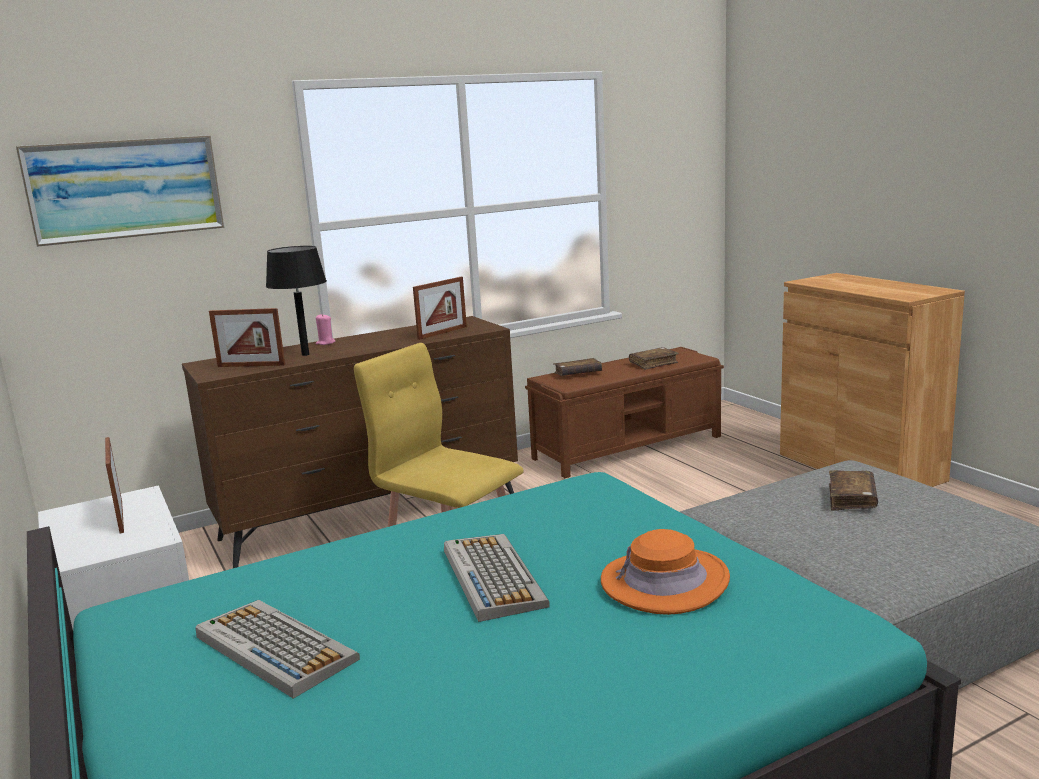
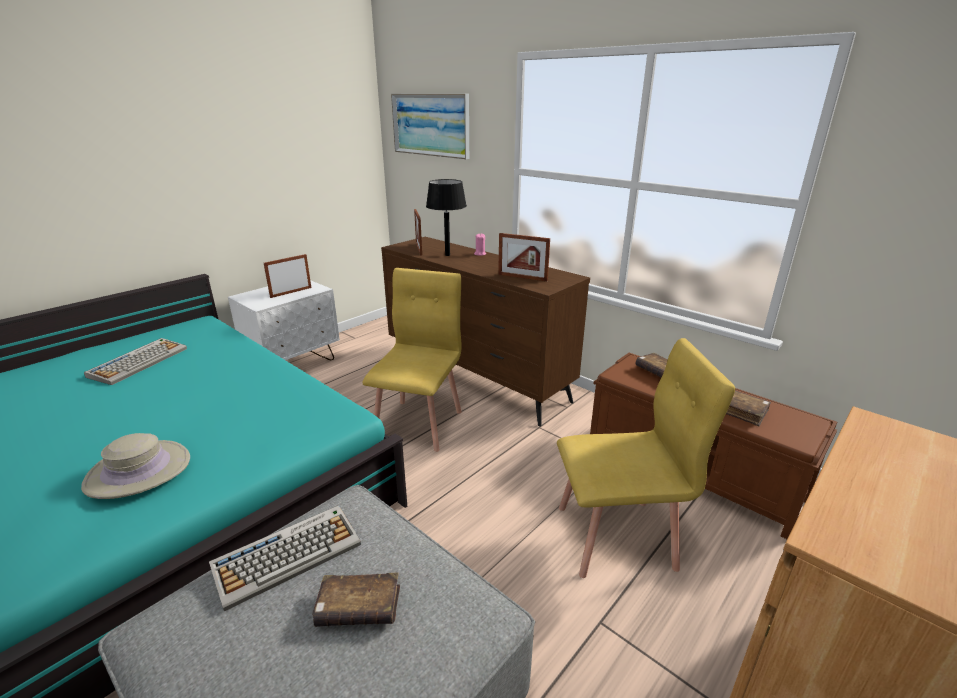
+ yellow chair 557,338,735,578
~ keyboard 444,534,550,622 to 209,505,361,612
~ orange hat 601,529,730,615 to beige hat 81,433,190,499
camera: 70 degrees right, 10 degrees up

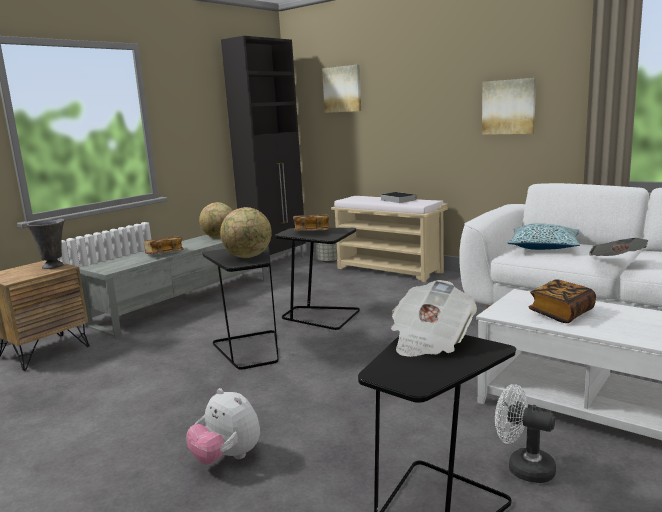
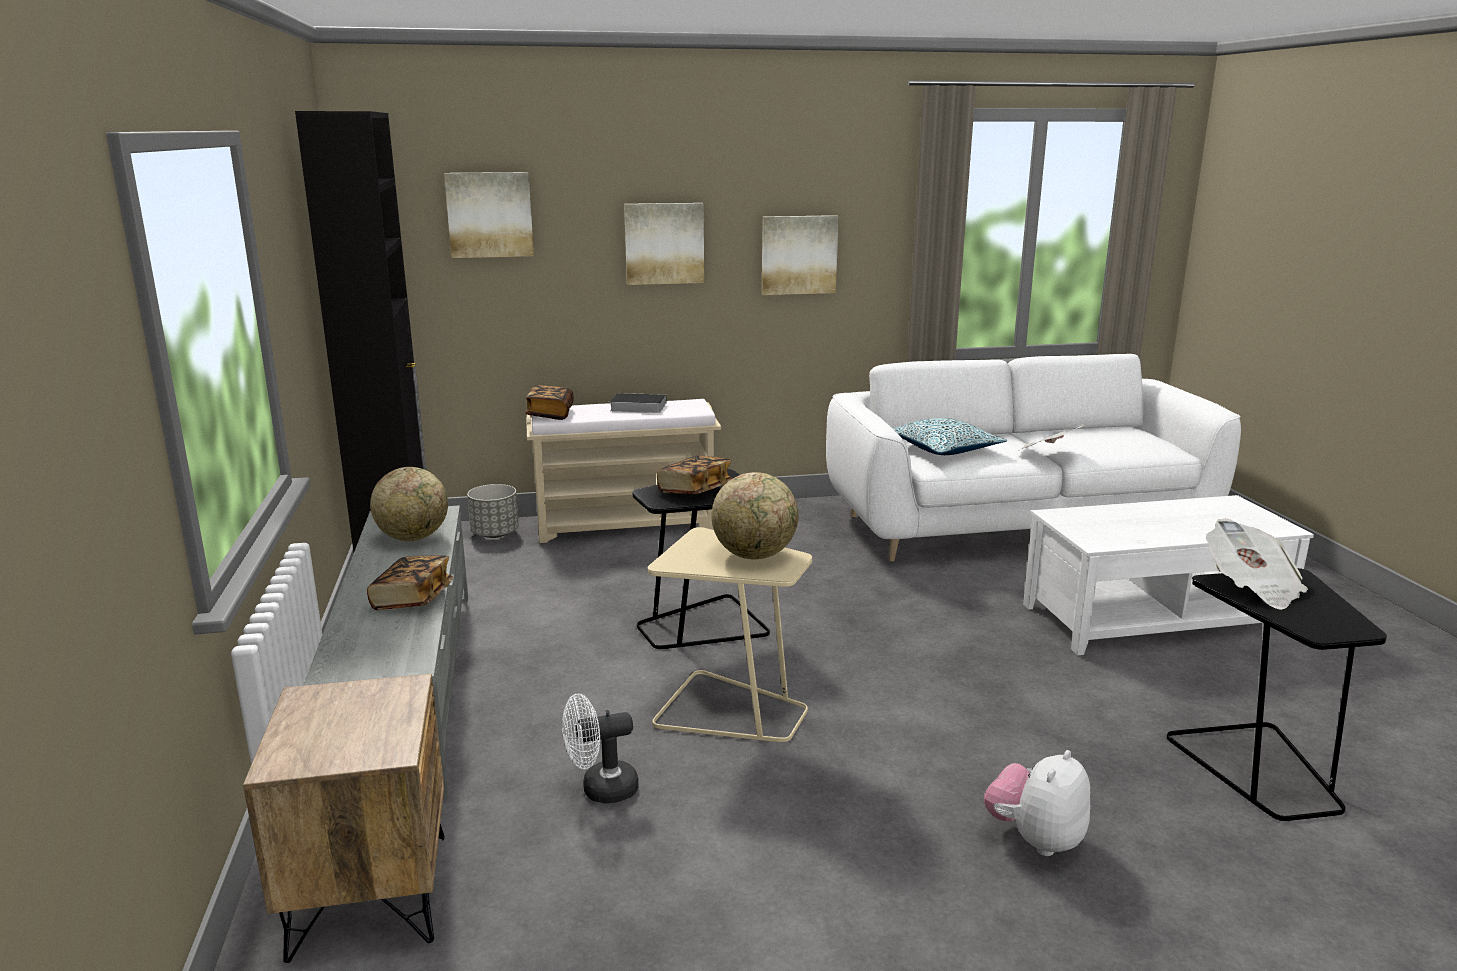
- grey vase 27,219,65,269
+ picture 624,203,704,285
~ white fan 495,384,556,483 to 562,694,639,804
~ book 529,279,596,323 to 526,385,574,420
~ black side table 202,246,279,370 to beige side table 648,527,812,742
~ plush toy 186,388,260,465 = 984,750,1090,856 135 degrees clockwise
camera: 50 degrees left, 5 degrees up

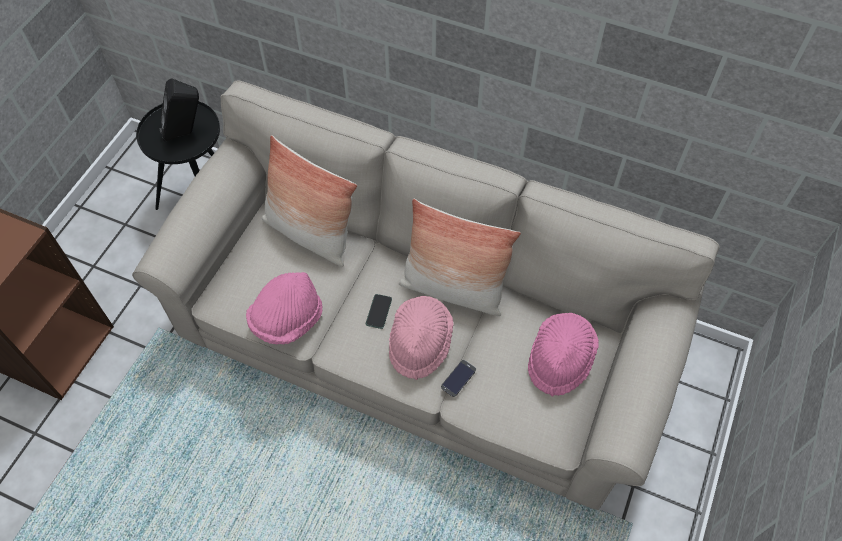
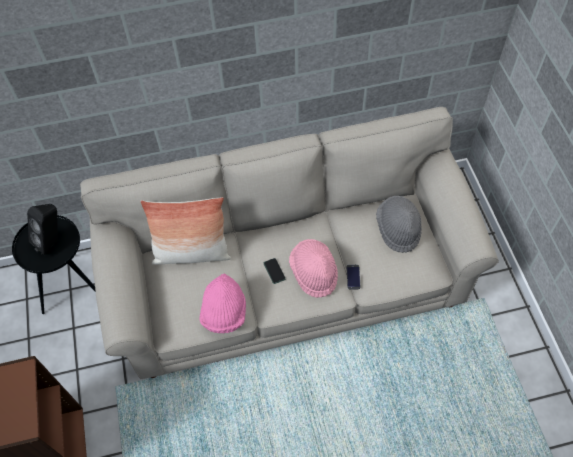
- pillow 399,199,521,316
~ pink hat 528,313,599,396 to grey hat 376,196,422,253
camera: 35 degrees left, 0 degrees up

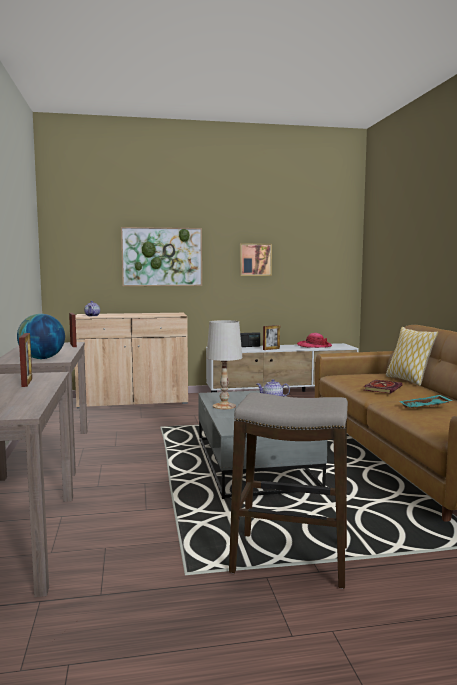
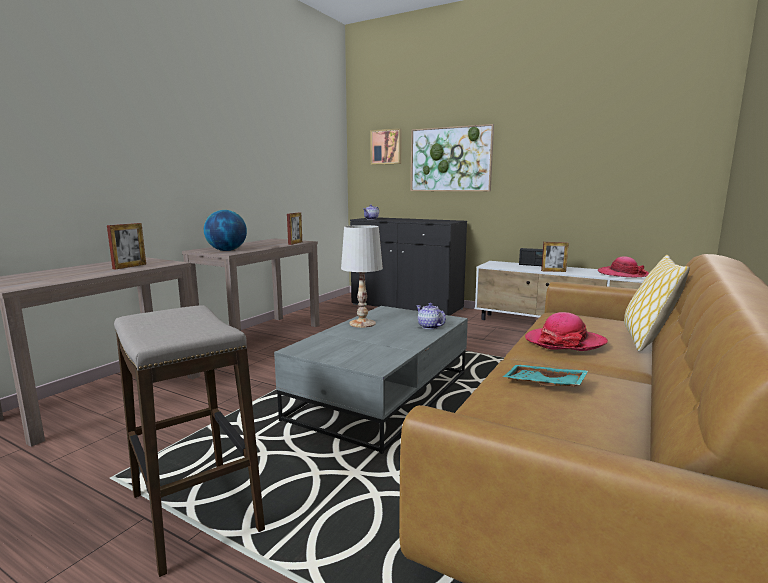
~ picture 240,243,272,276 to 370,128,402,165
~ book 364,380,402,393 to hat 525,312,608,351
~ beige cabinet 75,313,188,409 to black cabinet 350,217,467,316
camera: 40 degrees right, 5 degrees up

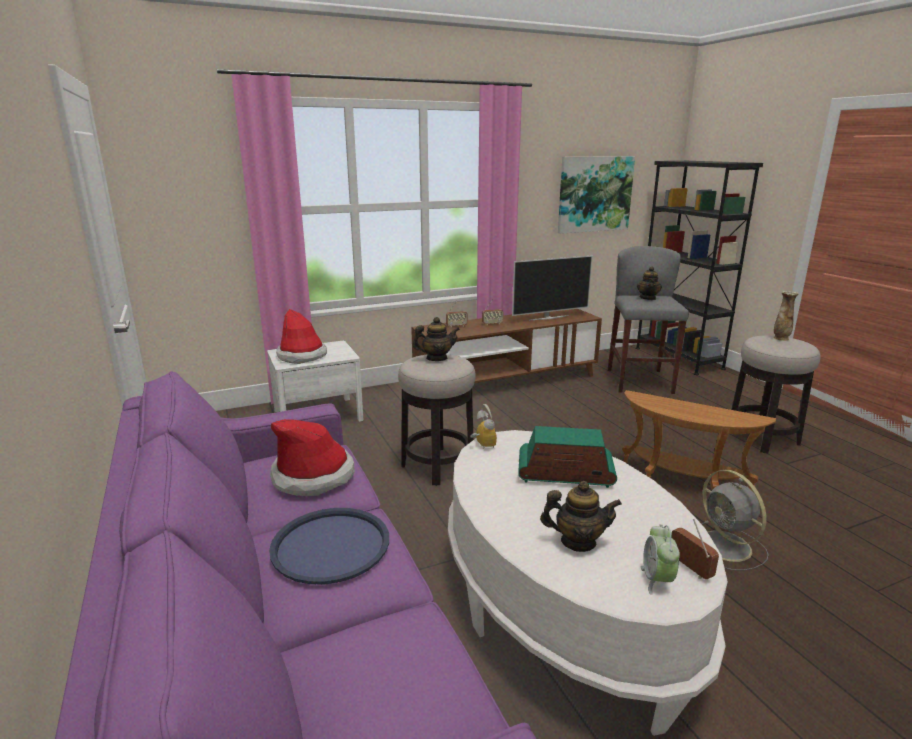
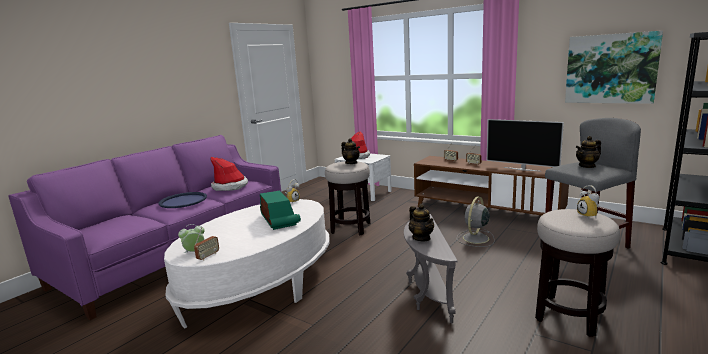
~ teapot 540,481,622,552 to 409,204,434,241
~ grey fan 701,470,769,571 to 456,196,495,247
~ vase 774,291,799,341 to alarm clock 577,185,599,218
~ brown side table 622,390,776,492 to grey side table 404,214,458,323
camera: 60 degrees right, 5 degrees down

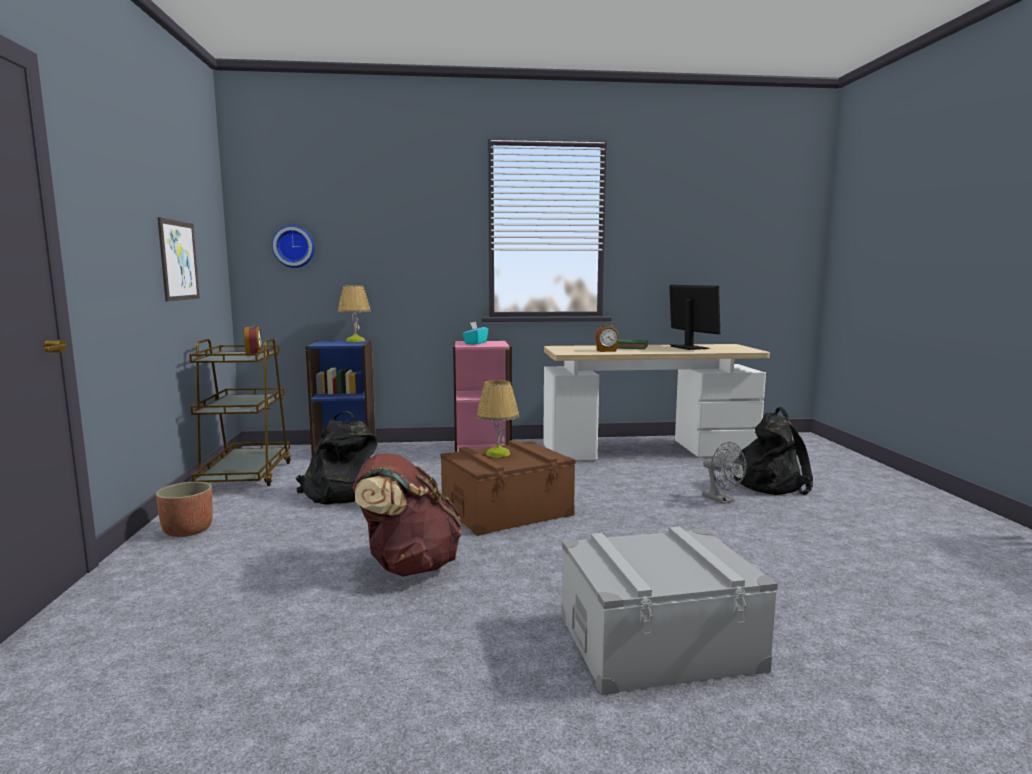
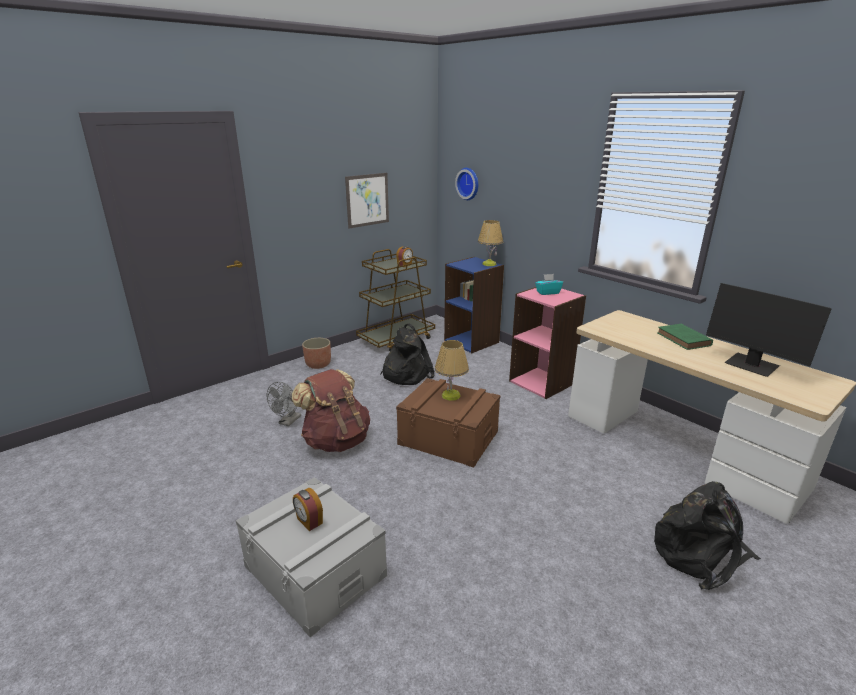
~ alarm clock 595,325,619,352 to 293,488,323,531
~ grey fan 702,442,747,504 to 267,382,301,426
~ monitor 669,284,720,350 = 706,283,832,377 105 degrees clockwise
camera: 55 degrees right, 15 degrees up

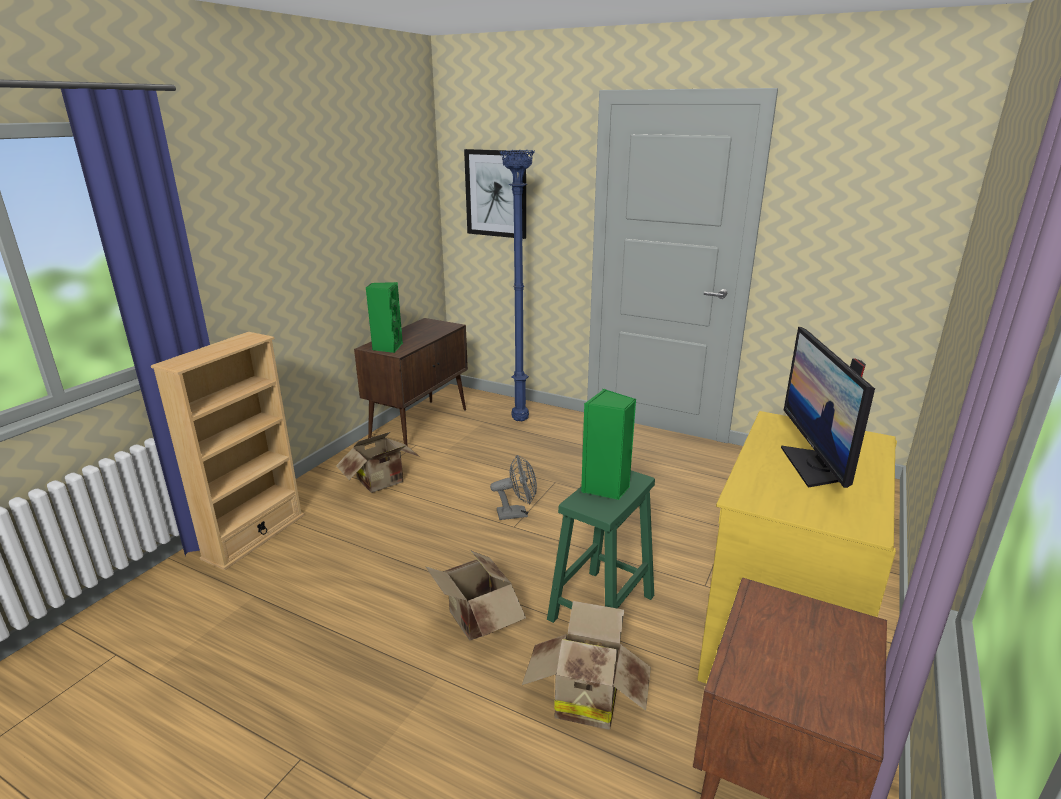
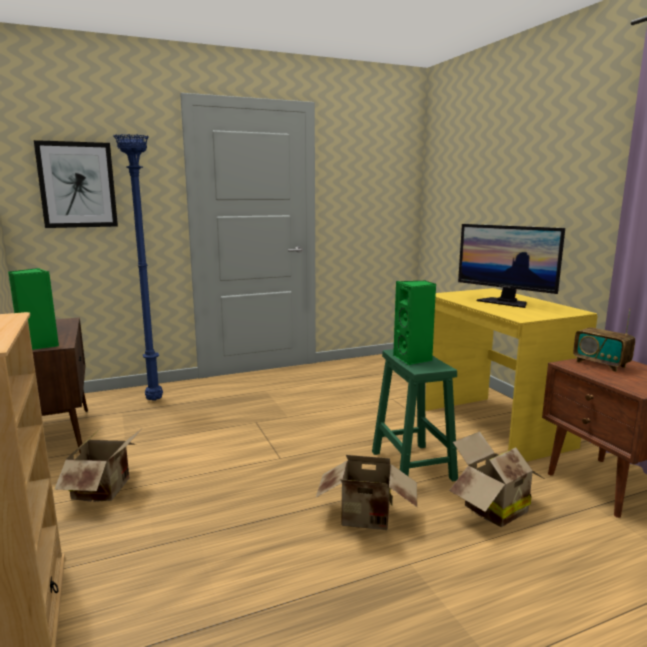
- grey fan 490,455,537,520
+ radio 573,308,635,372
camera: 50 degrees left, 10 degrees down

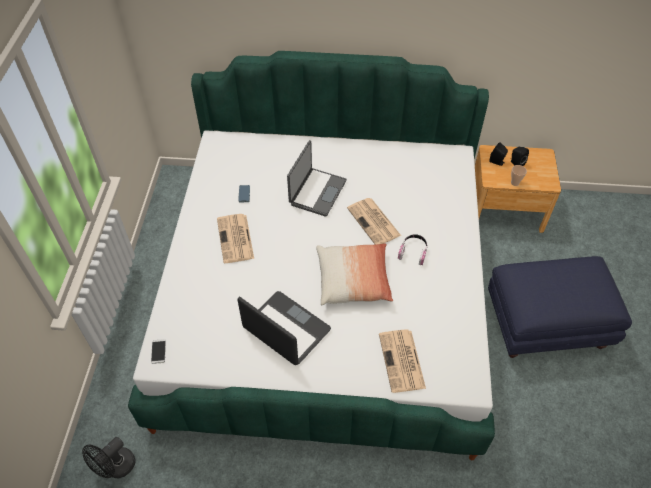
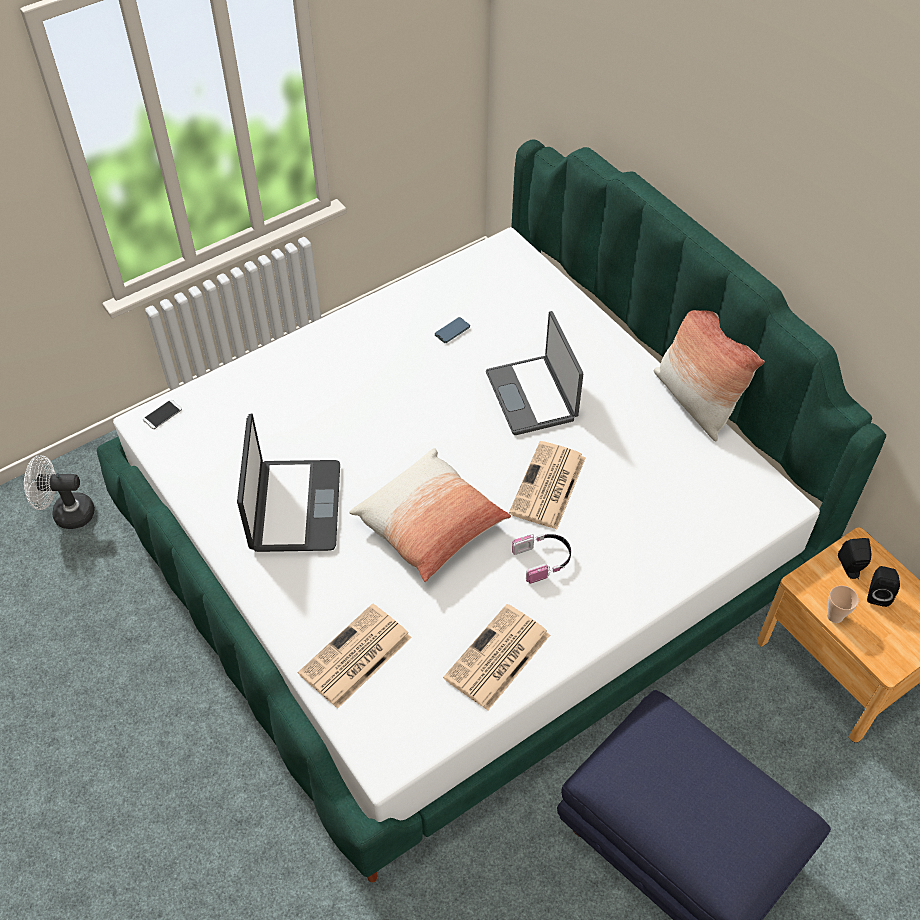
+ pillow 654,310,765,441
~ newspaper 217,214,254,263 to 443,604,550,710
~ black fan 82,437,136,478 to white fan 24,455,95,529
~ laptop 287,140,347,217 = 486,311,583,435 90 degrees clockwise
camera: 50 degrees right, 0 degrees up

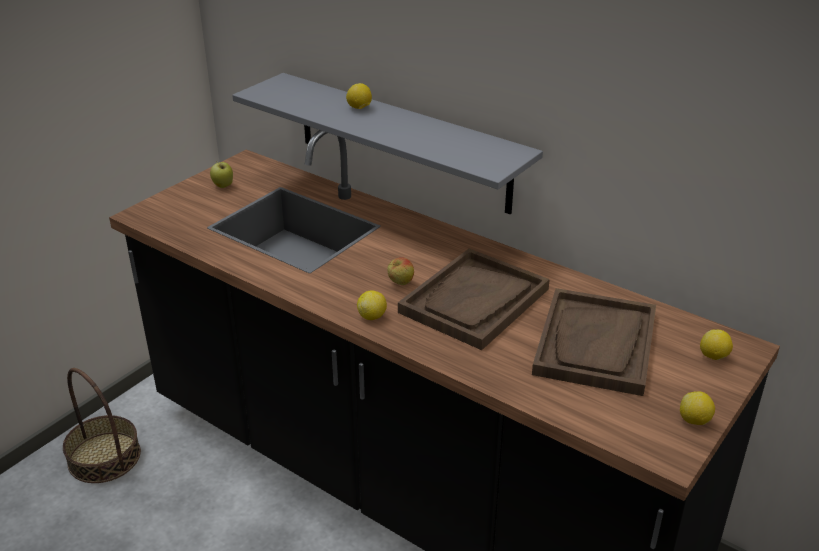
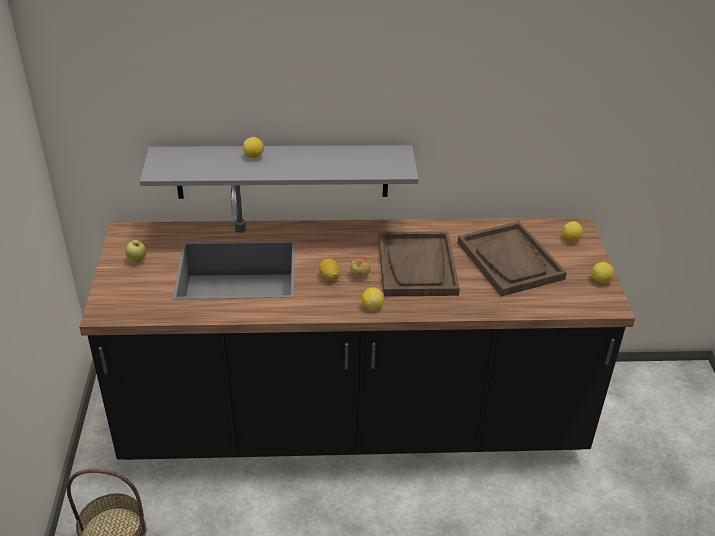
+ lemon 319,259,340,281
camera: 40 degrees left, 5 degrees up

